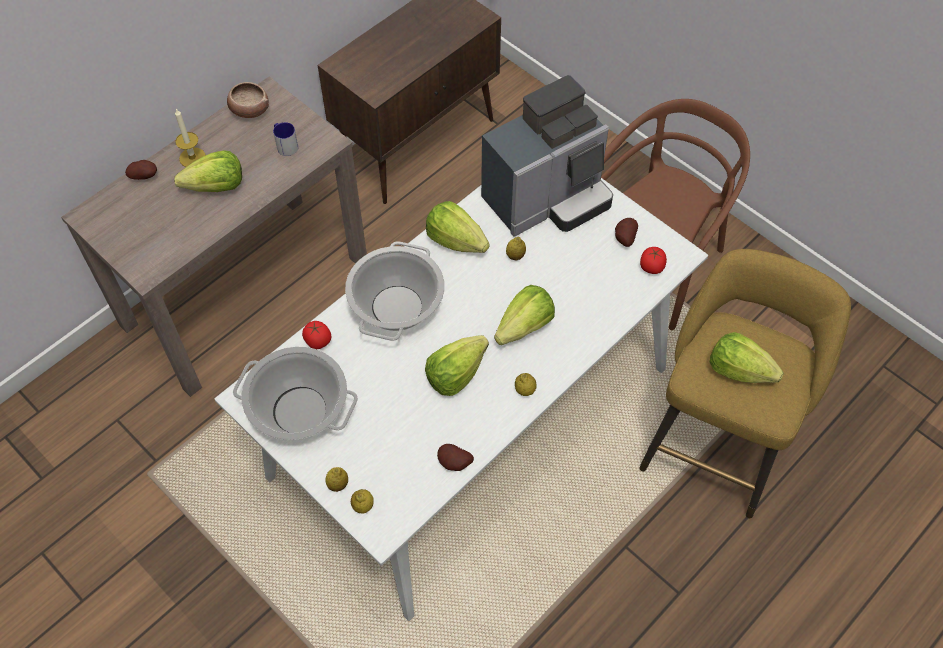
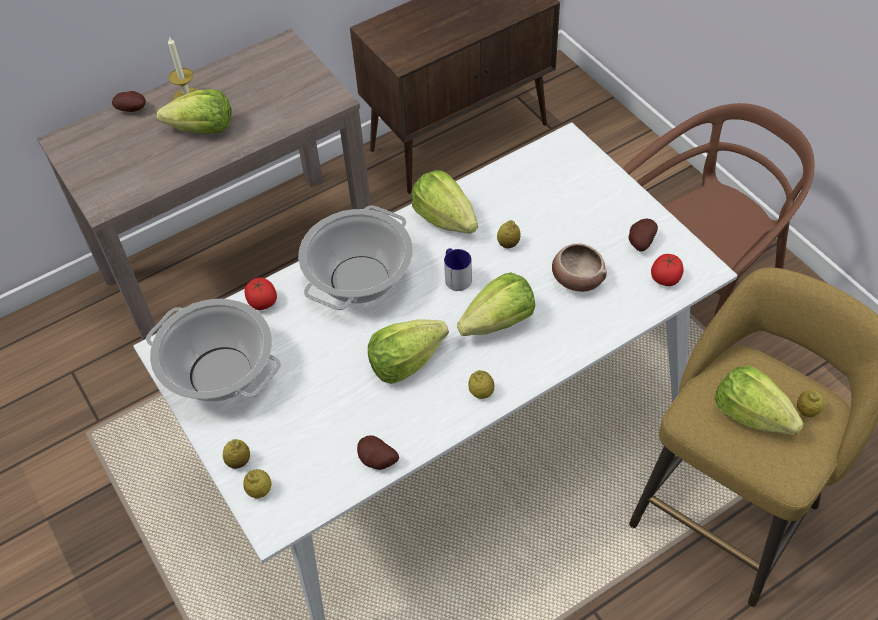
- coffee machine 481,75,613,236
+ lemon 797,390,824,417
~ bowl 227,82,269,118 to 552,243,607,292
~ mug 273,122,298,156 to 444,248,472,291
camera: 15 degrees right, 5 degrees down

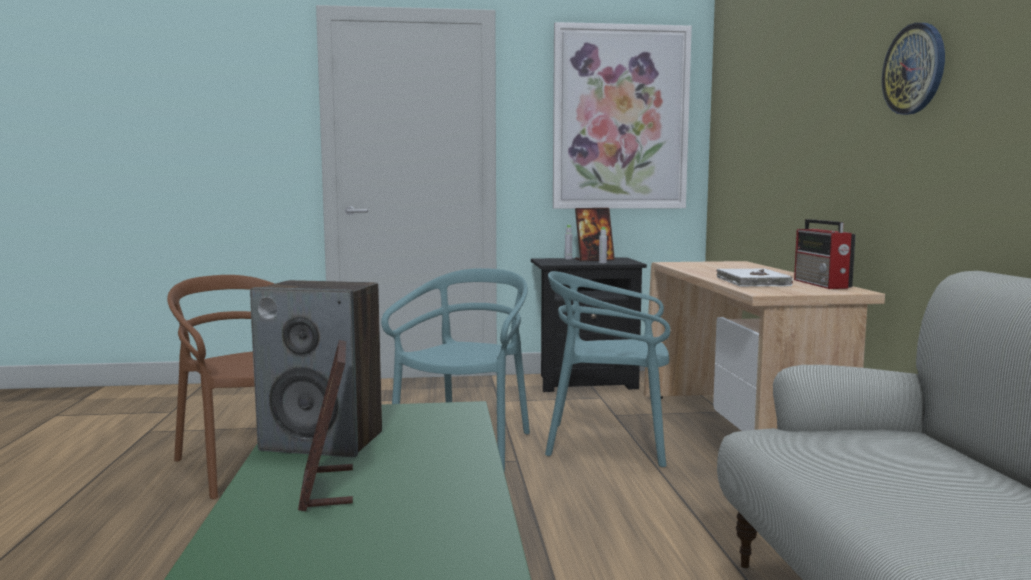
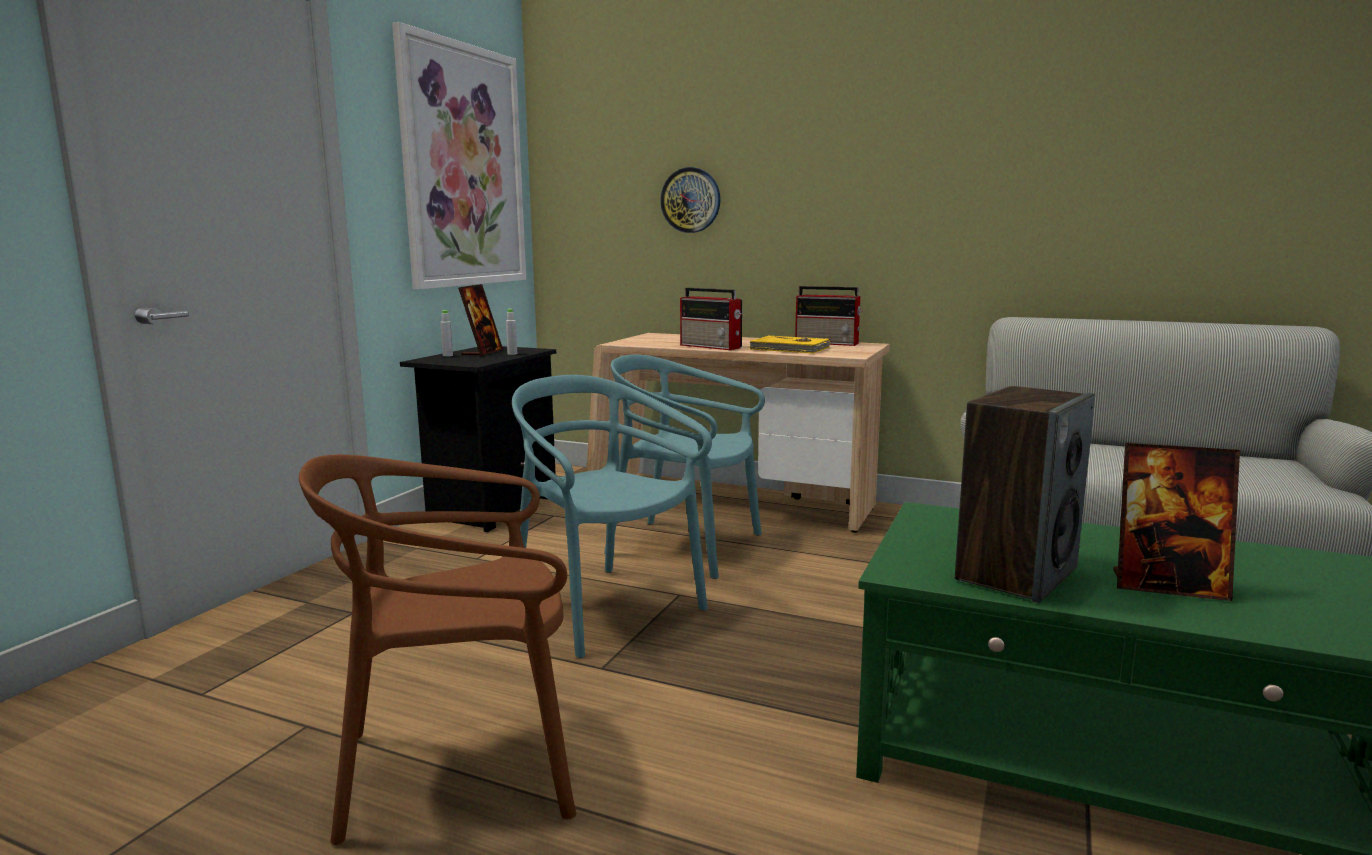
+ radio 680,288,742,350
~ wall clock 882,23,945,115 to 660,167,721,233
~ white book 716,268,793,286 to yellow book 749,336,830,354
~ turquoise chair 545,271,670,467 = 604,354,765,579 75 degrees clockwise
camera: 60 degrees left, 5 degrees up

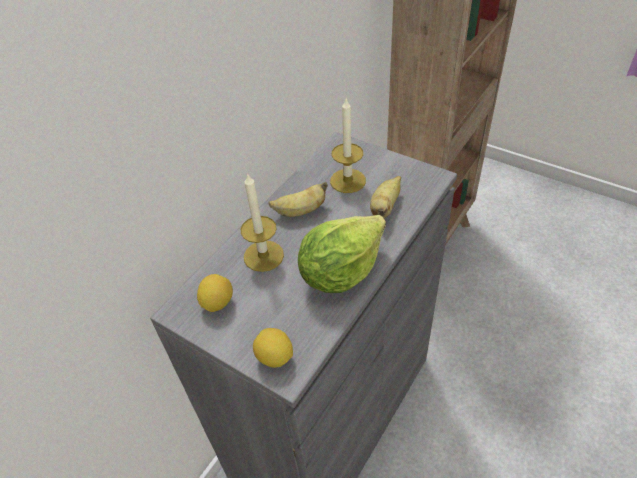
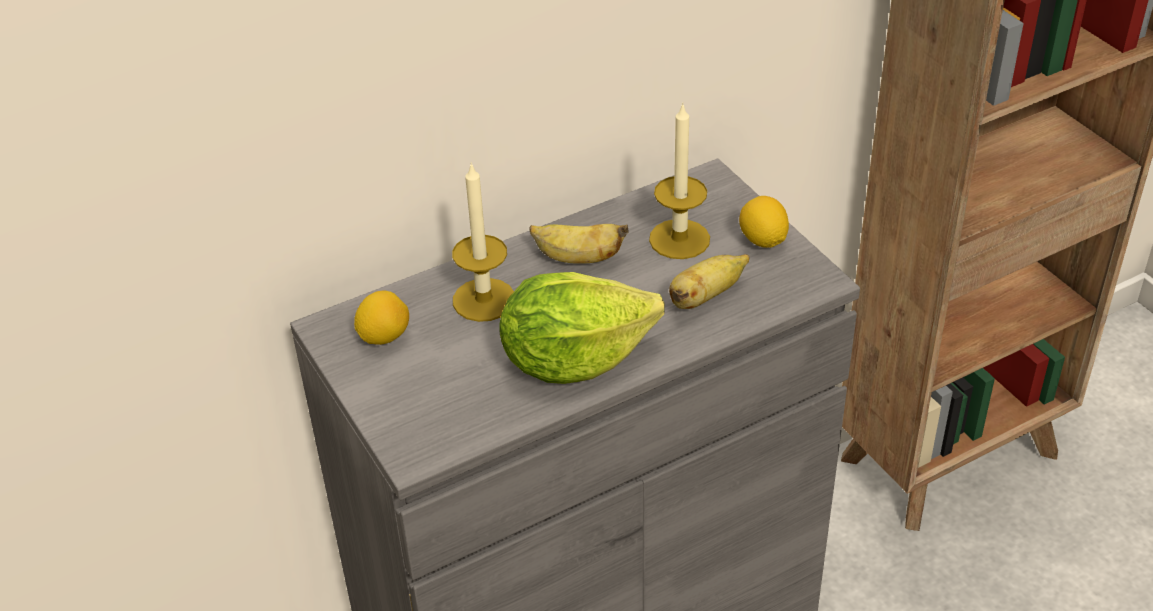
~ lemon 253,328,293,368 to 739,196,789,248
camera: 25 degrees right, 5 degrees down

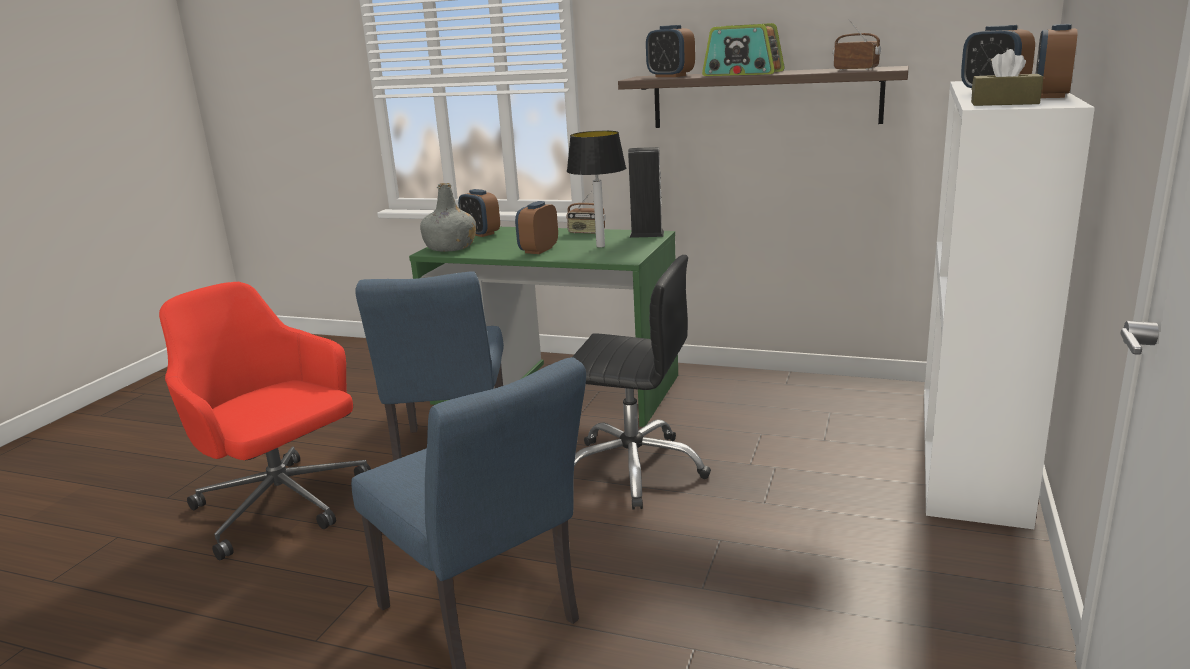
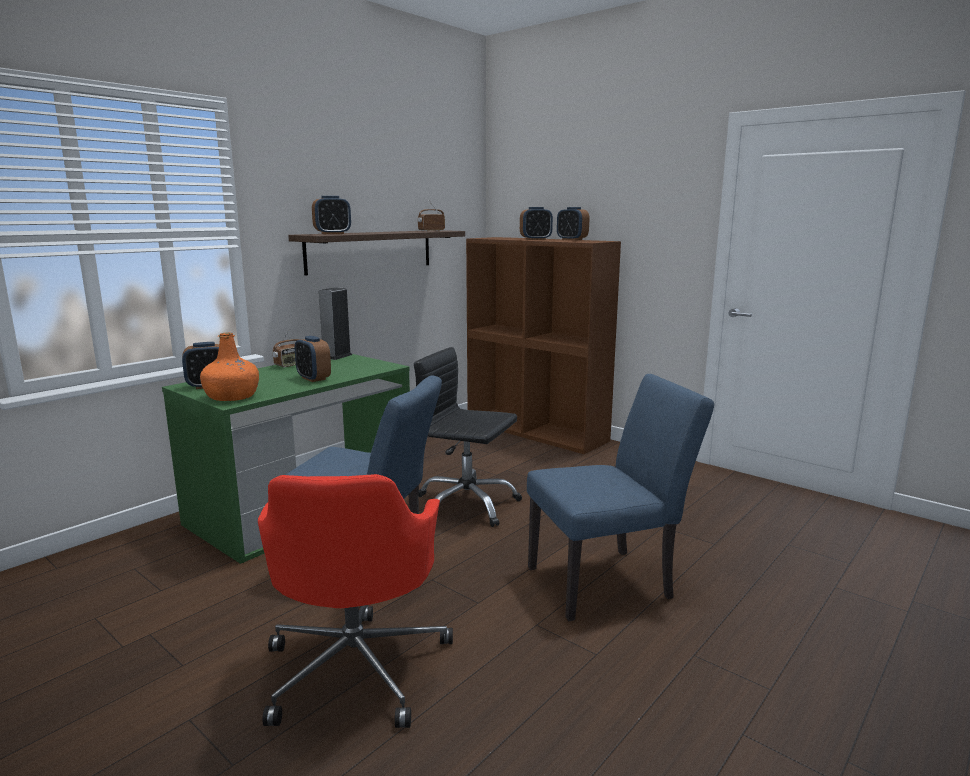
- table lamp 567,131,626,248
- radio 702,23,785,76
- brown tissue box 971,49,1043,106
~ grey bottle 420,183,476,252 to orange bottle 200,332,259,401
~ white bookcase 924,81,1095,529 to brown bookcase 466,237,621,454
~ red office chair 159,282,371,561 = 258,474,453,728 60 degrees counterclockwise
~ black office chair 572,255,711,509 = 414,347,522,527 105 degrees counterclockwise
camera: 70 degrees left, 5 degrees down

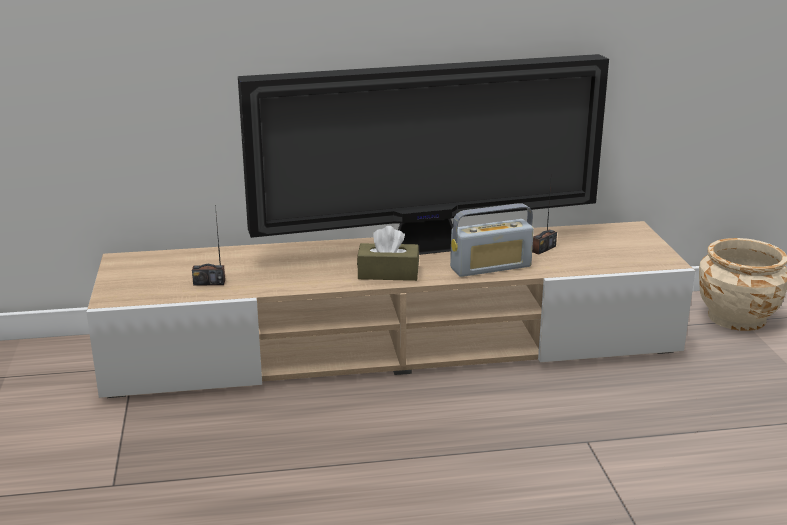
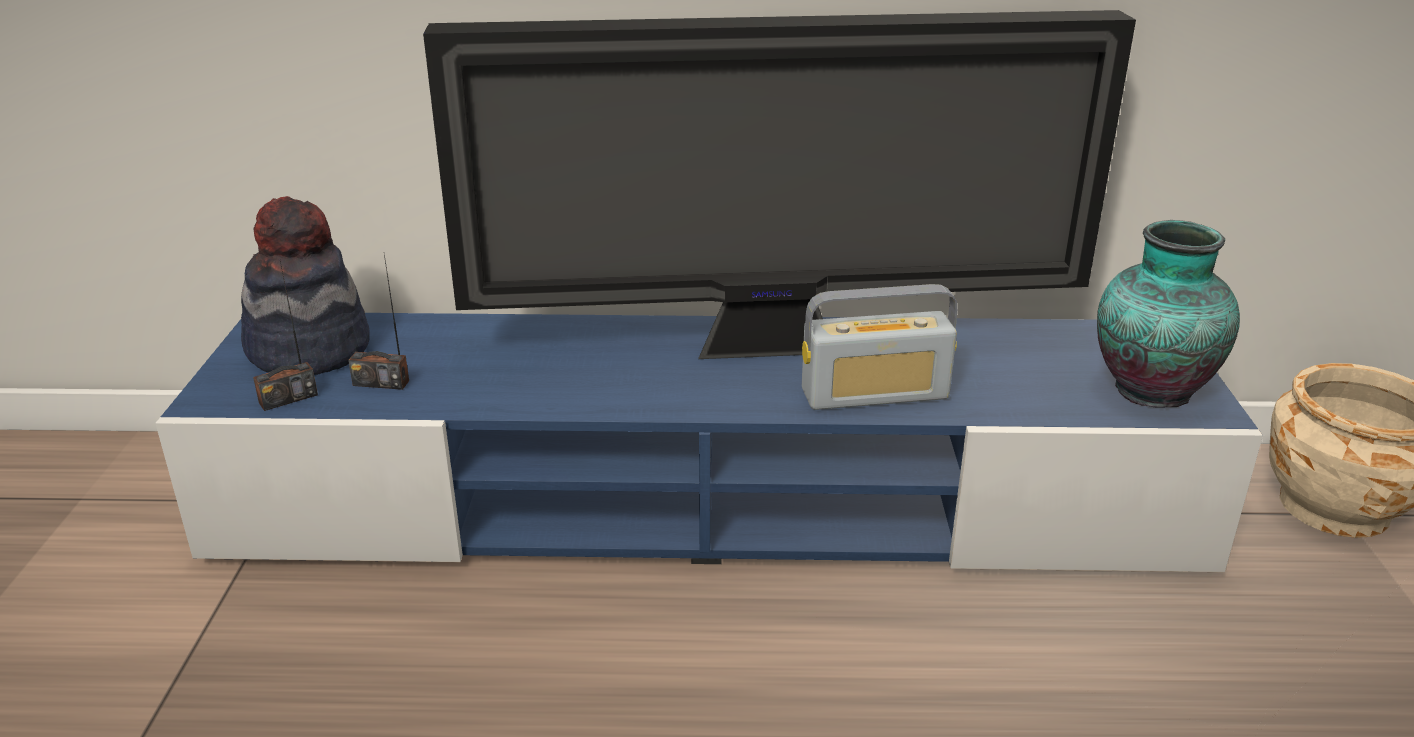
- brown tissue box 357,226,419,281
+ hat 241,196,370,375
+ vase 1097,220,1240,408
~ radio 532,182,557,255 to 253,261,318,411
~ beige tv stand 86,221,695,398 to blue tv stand 155,313,1263,572
camera: 10 degrees right, 5 degrees up

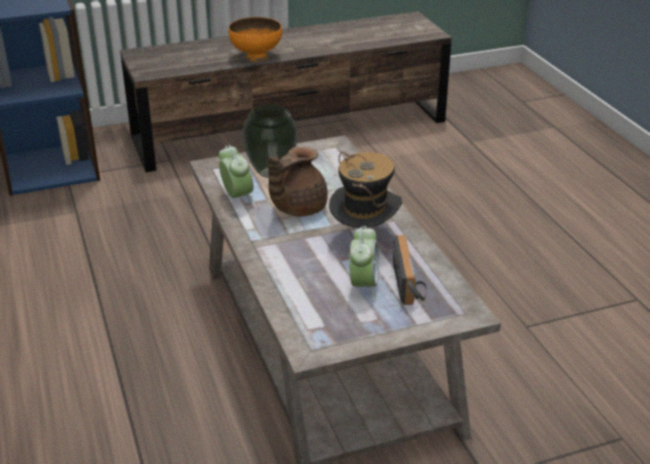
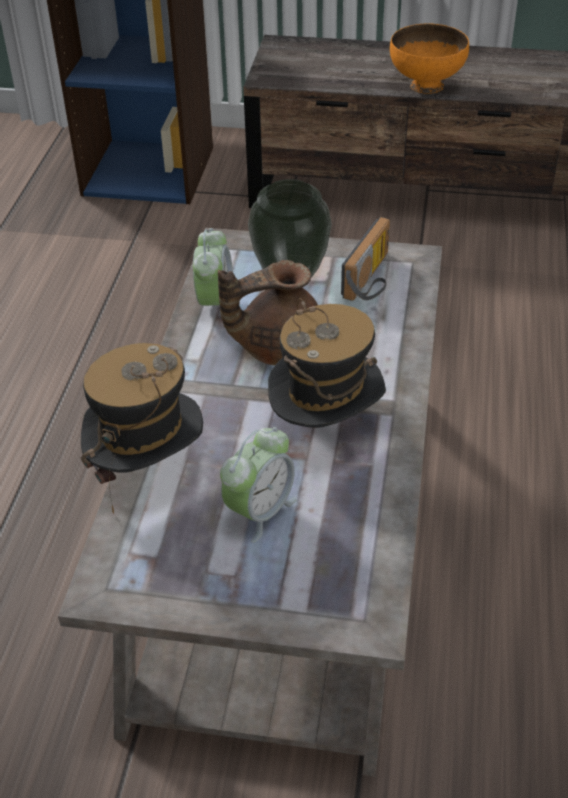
+ hat 81,343,203,514
~ radio 393,235,427,305 to 341,217,390,301
camera: 30 degrees right, 10 degrees up

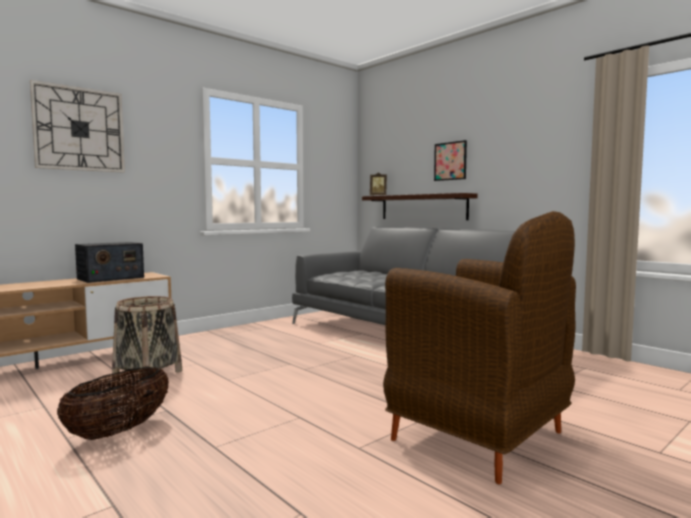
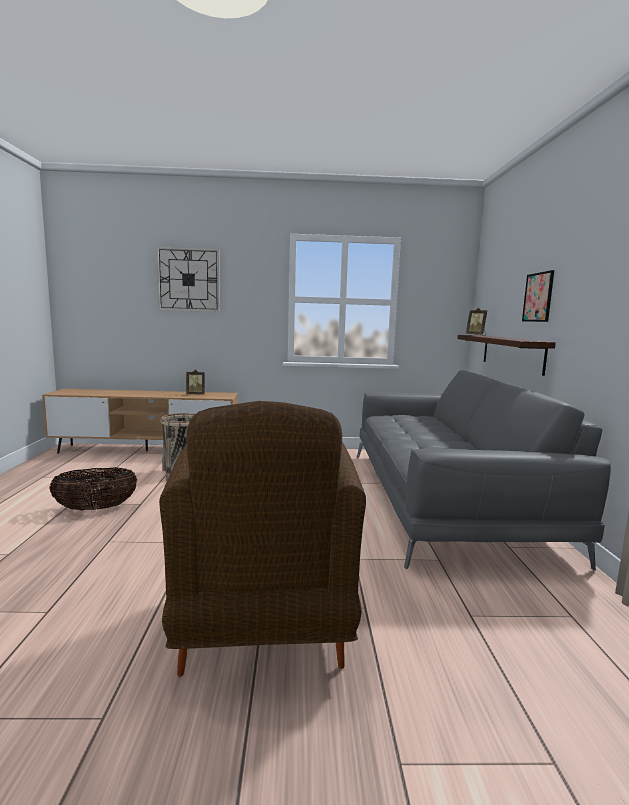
~ radio 75,242,144,283 to picture frame 186,369,205,395
camera: 40 degrees right, 5 degrees up

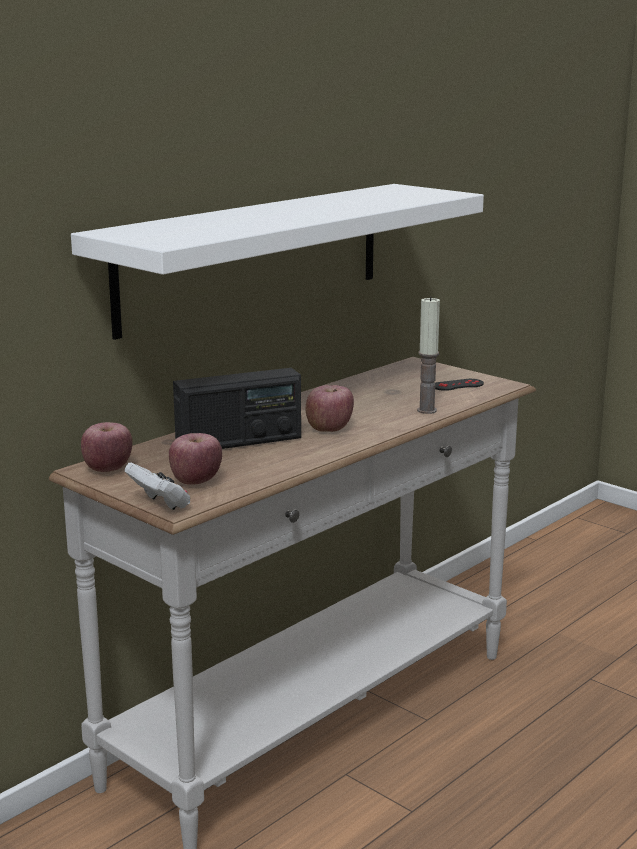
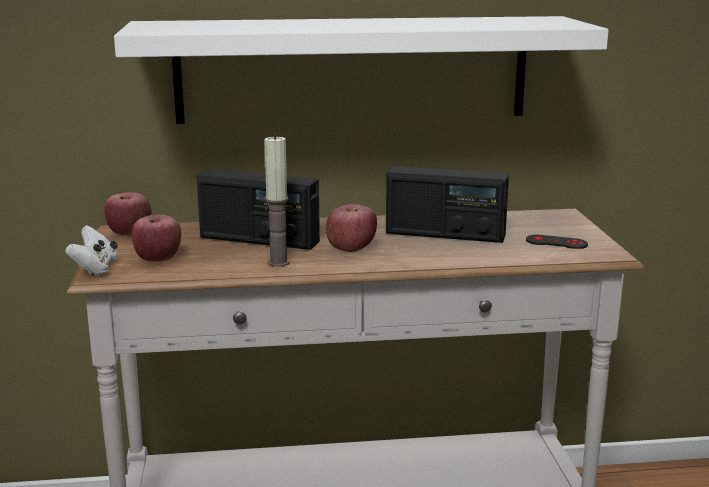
+ radio 386,166,509,243
~ candle 417,296,440,414 to 264,135,290,267
camera: 40 degrees right, 0 degrees up

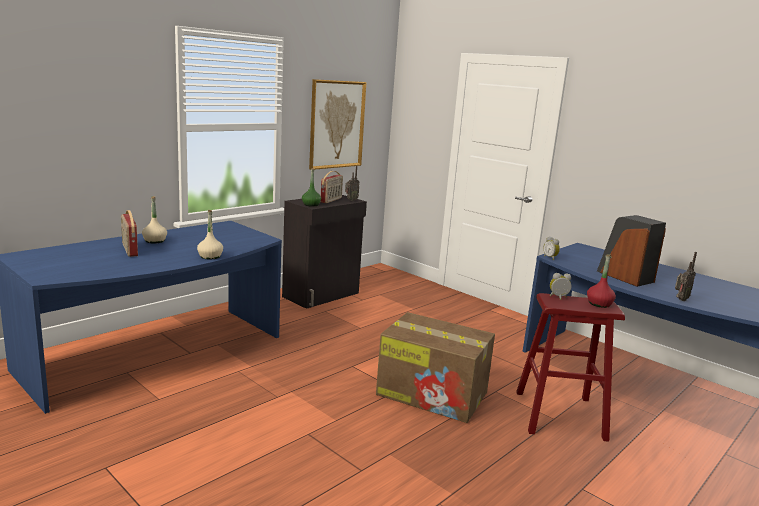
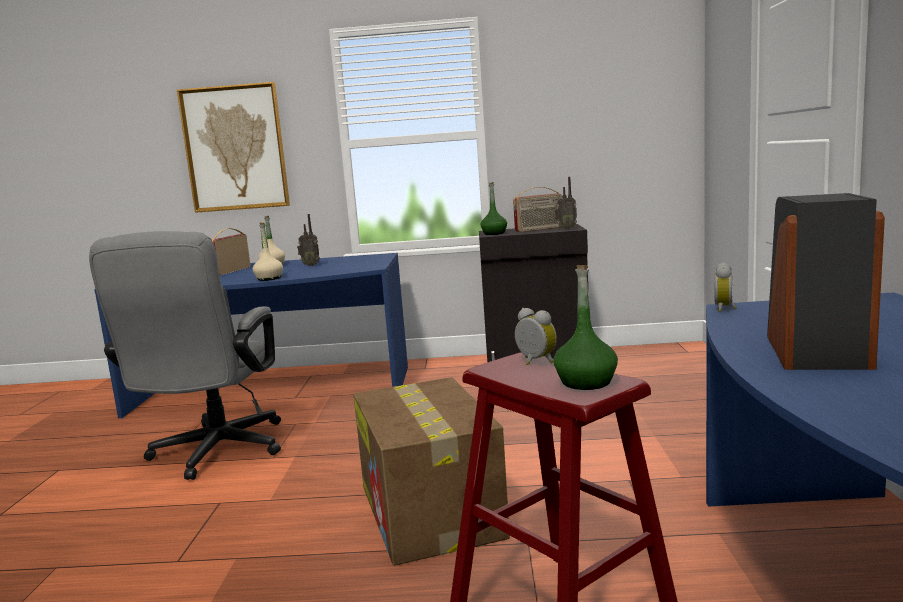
+ grey office chair 89,231,281,480
~ picture 309,79,366,170 to 177,82,290,213
~ radio 675,252,697,301 to 297,214,320,266
~ red bottle 587,254,616,308 to green bottle 553,265,618,390
camera: 50 degrees right, 5 degrees down

